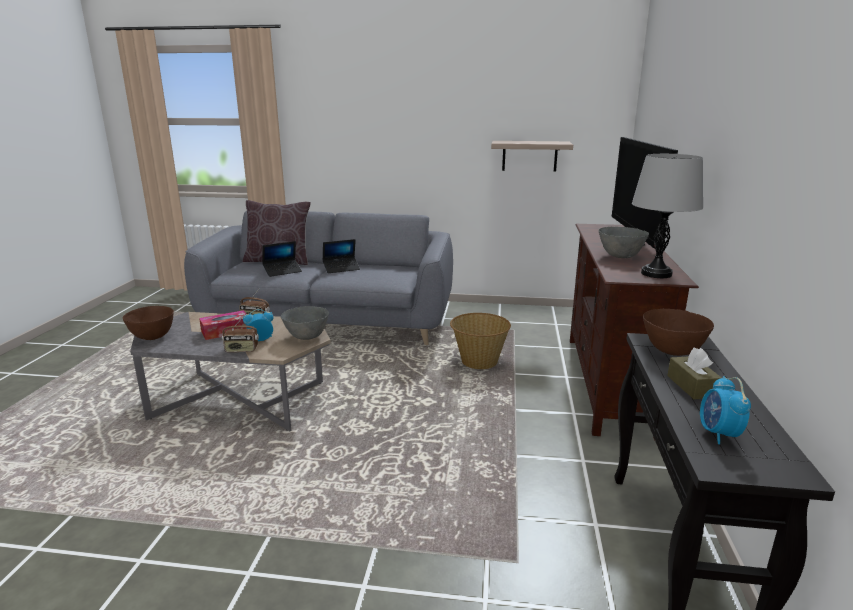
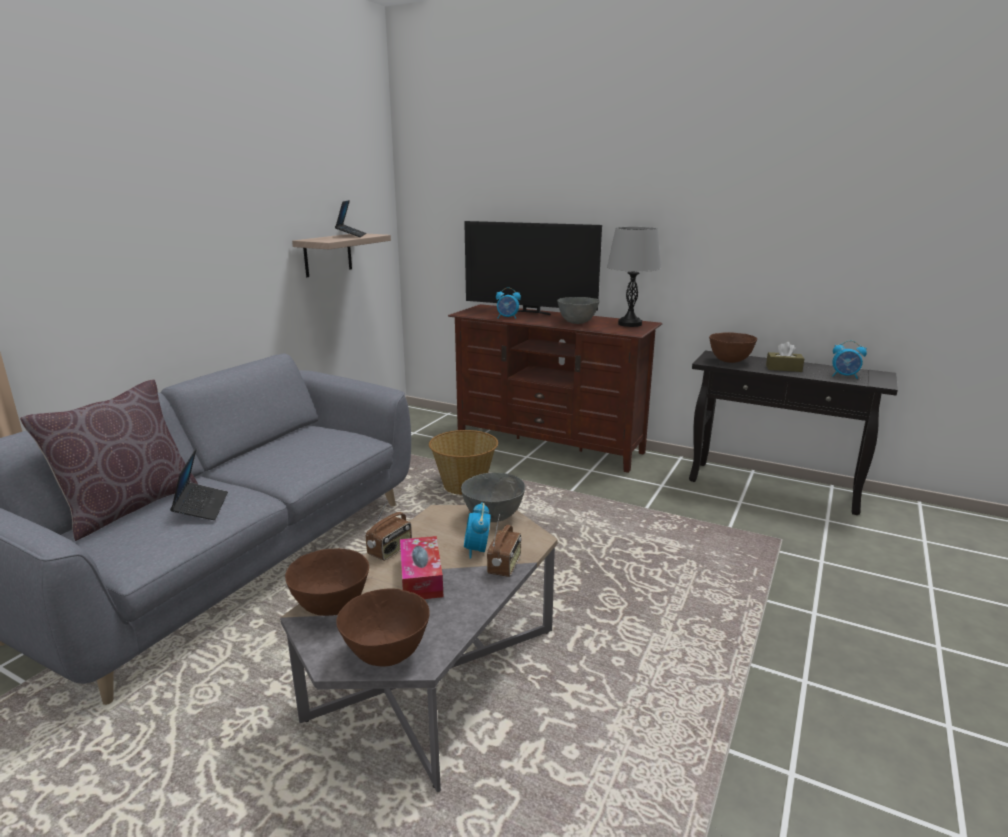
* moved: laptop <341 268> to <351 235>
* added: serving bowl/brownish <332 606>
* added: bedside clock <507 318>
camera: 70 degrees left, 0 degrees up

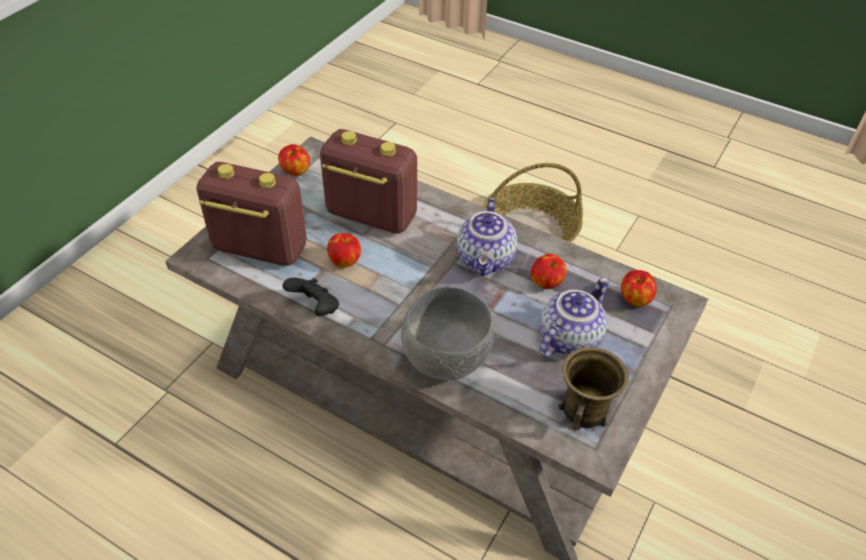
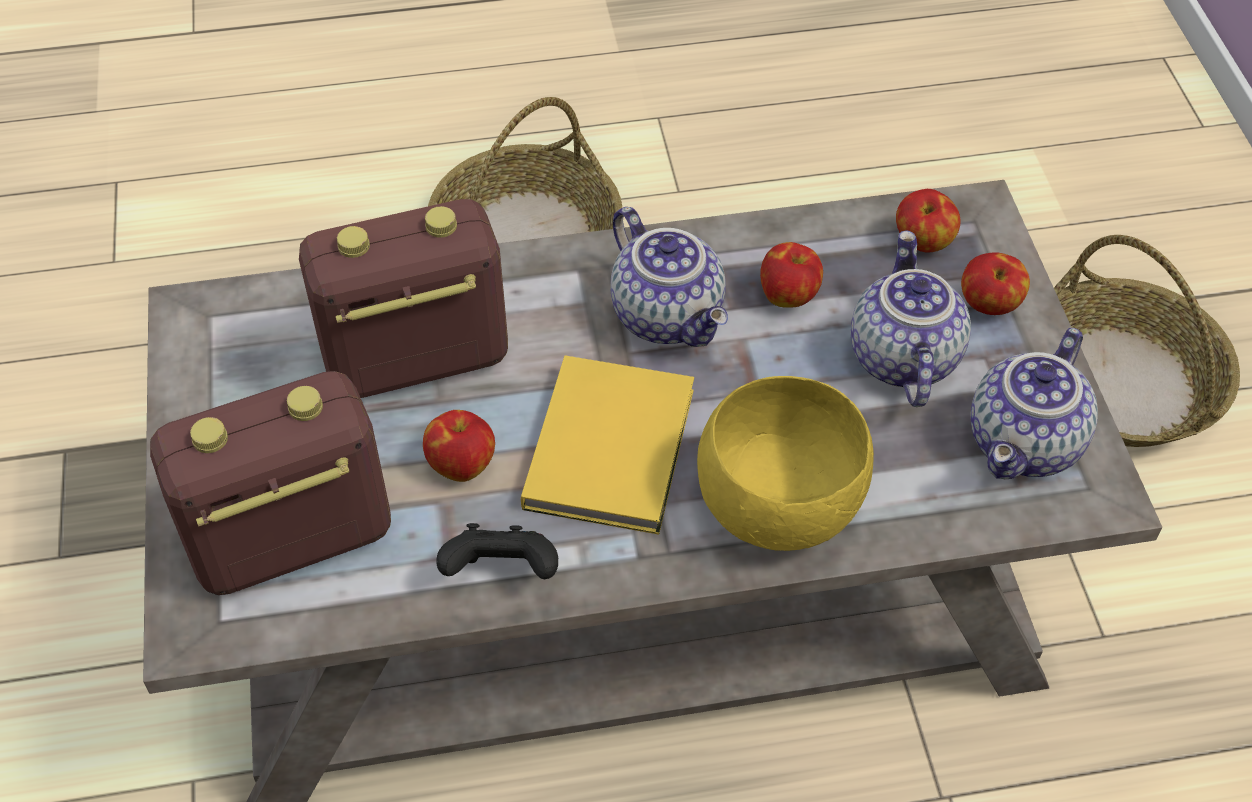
* moved: apple fruit <295 172> to <989 305>
* recoloured: serving bowl/grey <448 358> to serving bowl/yellow-coloured <780 504>
* replaced: mug/brownish <585 410> to teapot <1026 445>
* added: bound book/yellow-coloured <614 445>
* added: basket <1122 384>
camera: 40 degrees left, 5 degrees up

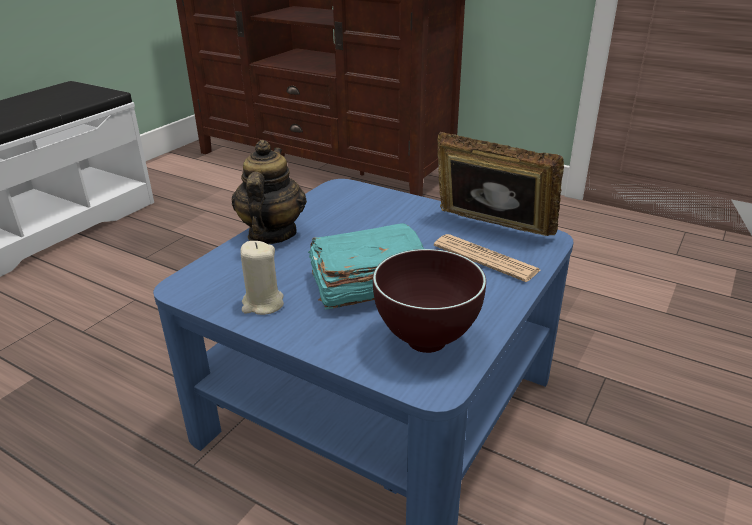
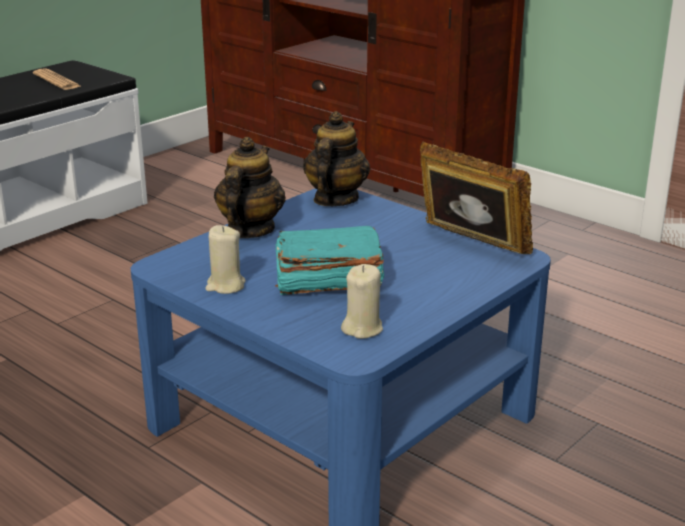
* replaced: serving bowl/brownish <428 343> to candle/beige-coloured <362 328>
* moved: printed paper <485 258> to <57 80>
* added: teapot <335 199>
camera: 10 degrees right, 5 degrees down

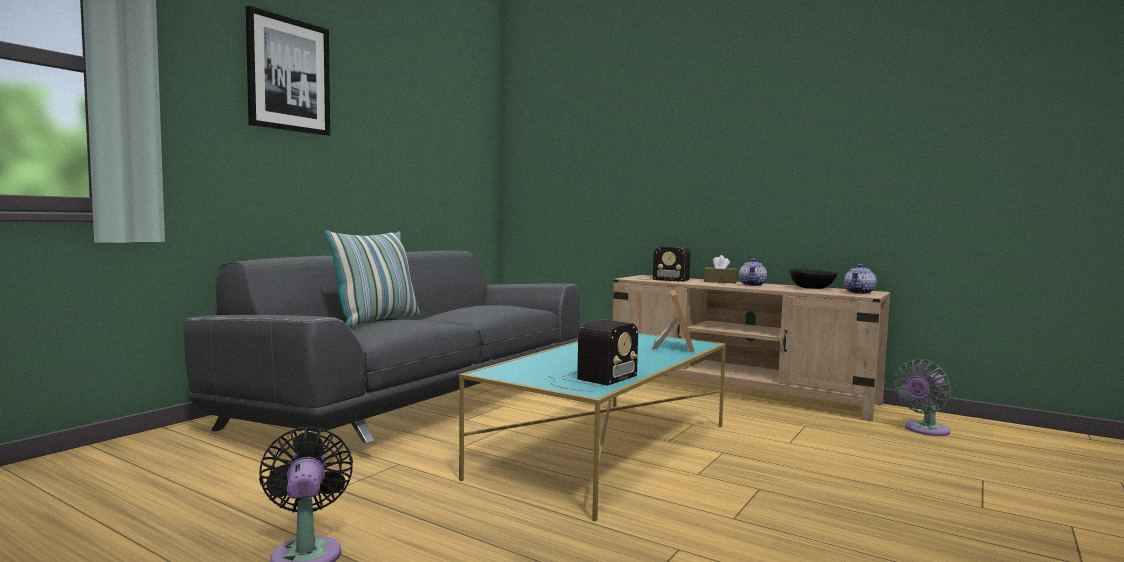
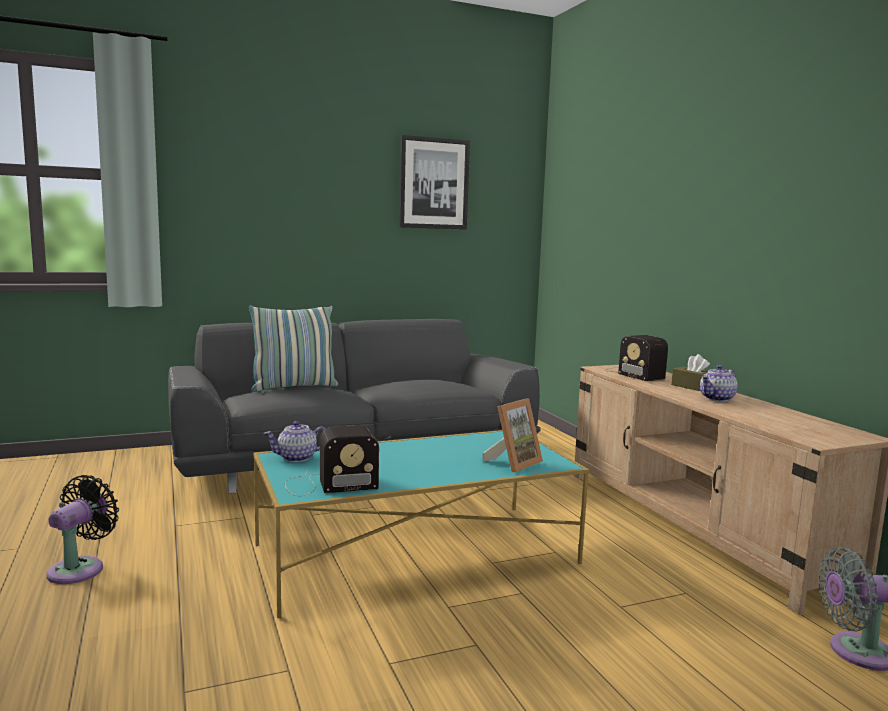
* moved: picture <288 75> to <433 183>
* removed: serving bowl/blackish <812 288>
* moved: teapot <859 292> to <296 458>
camera: 35 degrees right, 5 degrees up

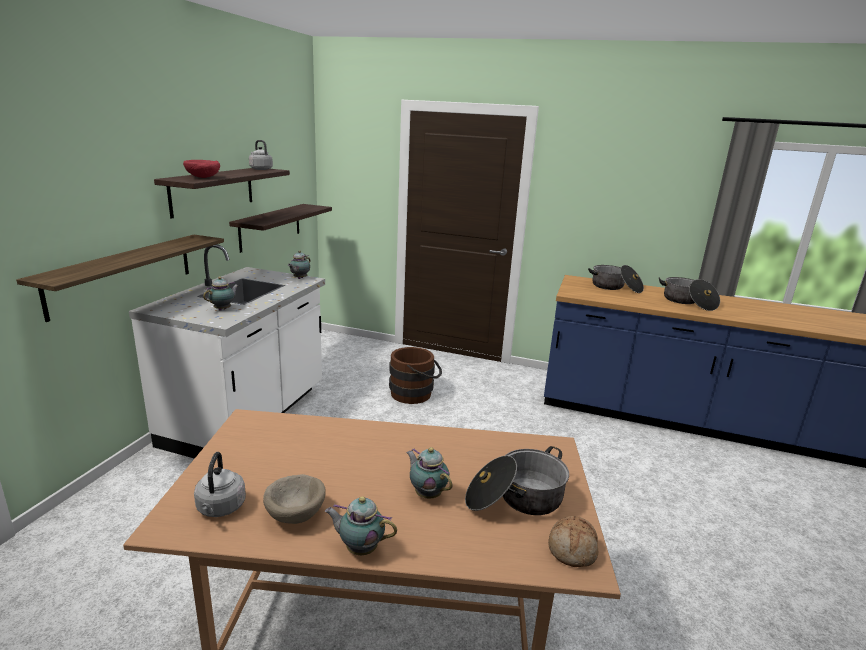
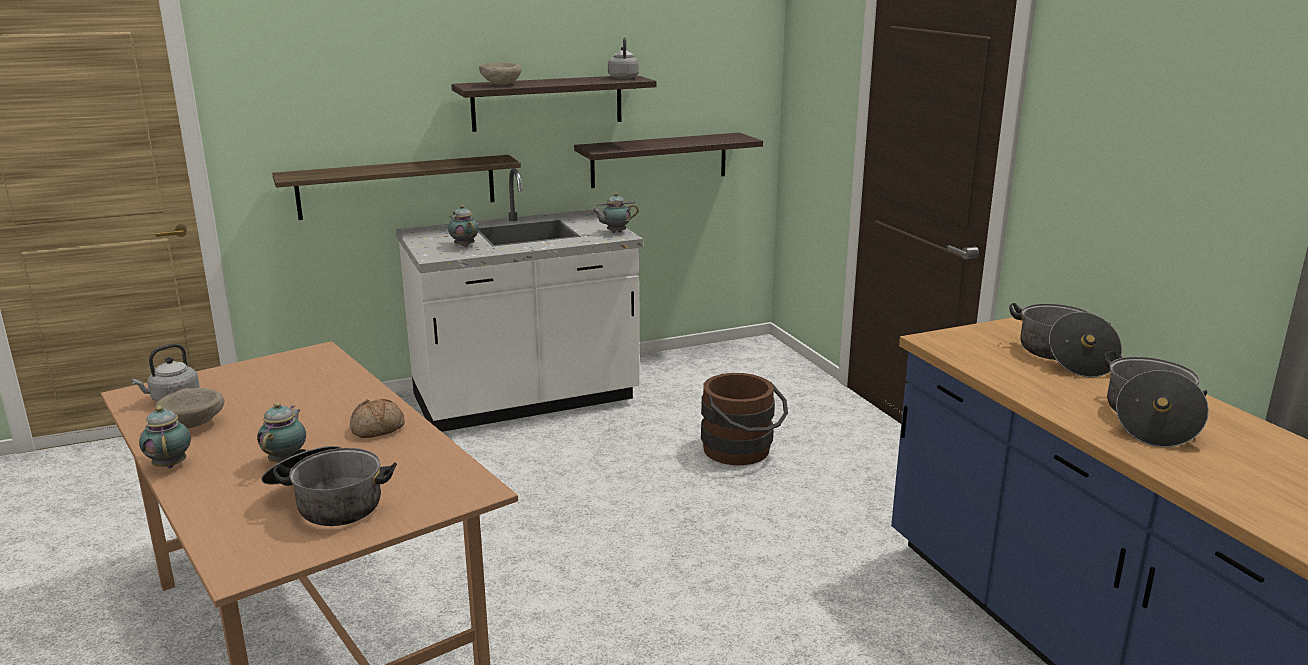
* recoloured: serving bowl/reddish <203 178> to serving bowl/beige-coloured <500 85>
* turned: teapot <224 309> = <464 246> 120 degrees counterclockwise
* moved: baked bread <573 549> to <377 429>
camera: 50 degrees right, 0 degrees up

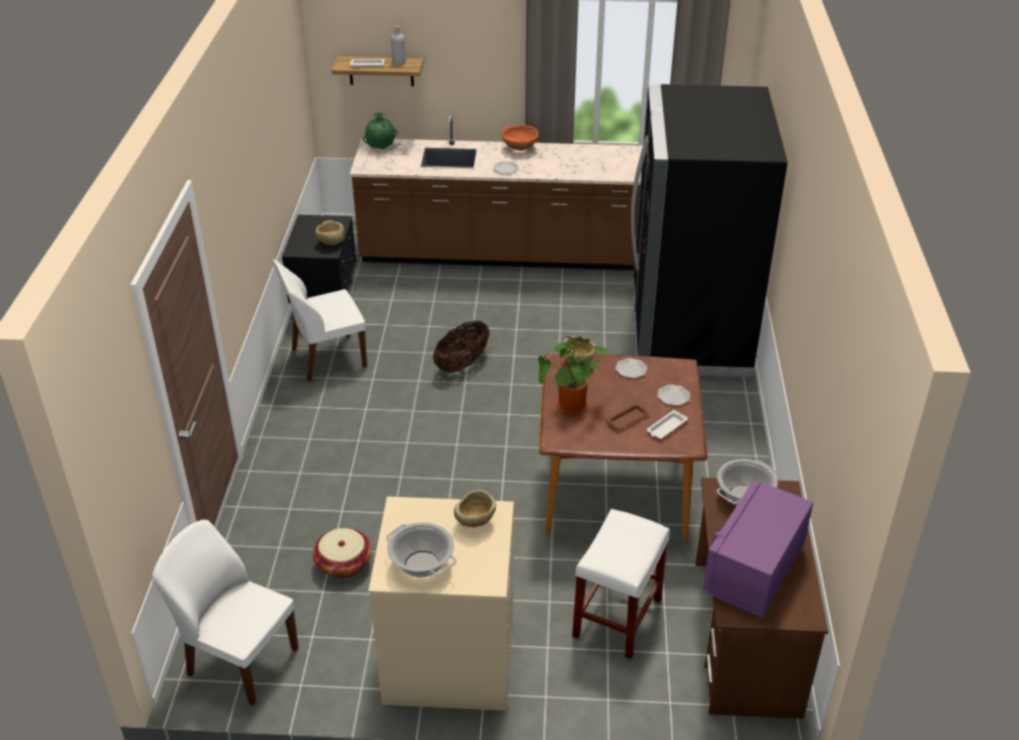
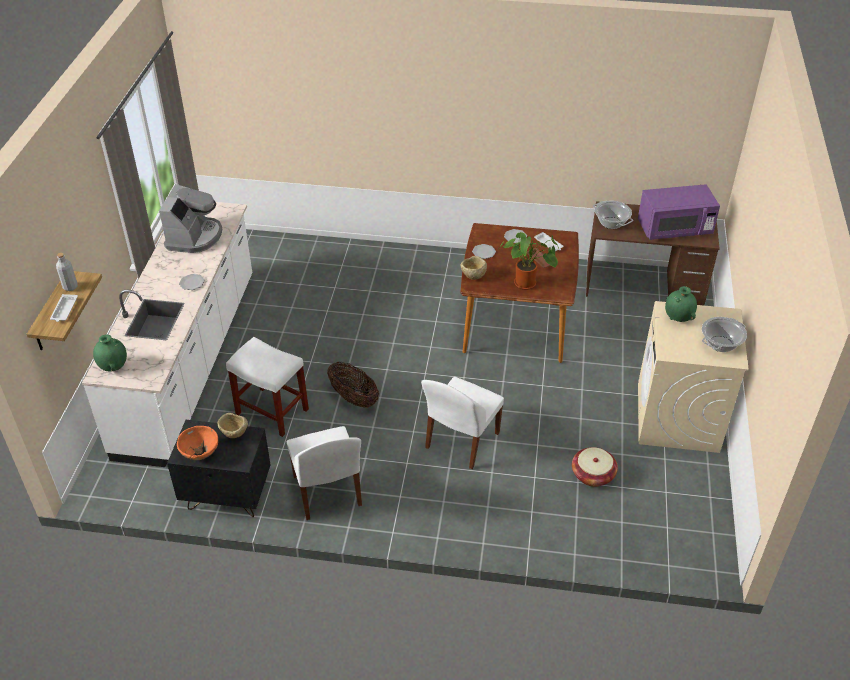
* moved: chair/white-coloured <240 660> to <461 442>
* recoloured: counter/brownish <502 255> to counter/white-coloured <189 363>
* replaced: serving bowl/beige-coloured <475 522> to decorative vase/greenish <678 318>
* moved: serving bowl/orange <519 149> to <200 453>
* moved: sitting stool/white-coloured <617 616> to <271 411>
* removed: fridge/blackish <688 331>
* turned: microwave oven/purple <753 571> = <674 229> 45 degrees counterclockwise
* added: coffee maker <194 237>
camera: 85 degrees left, 5 degrees up

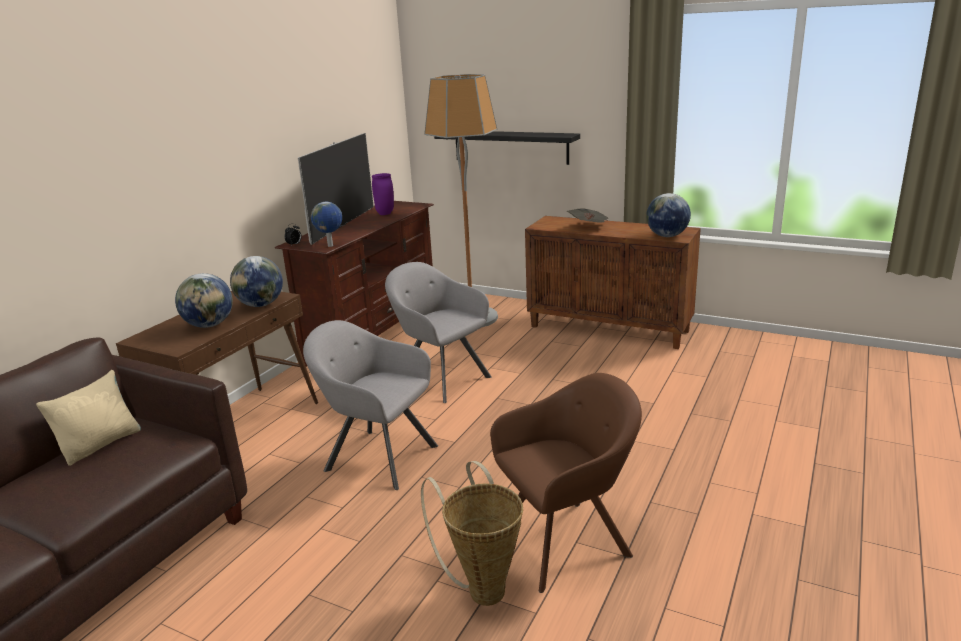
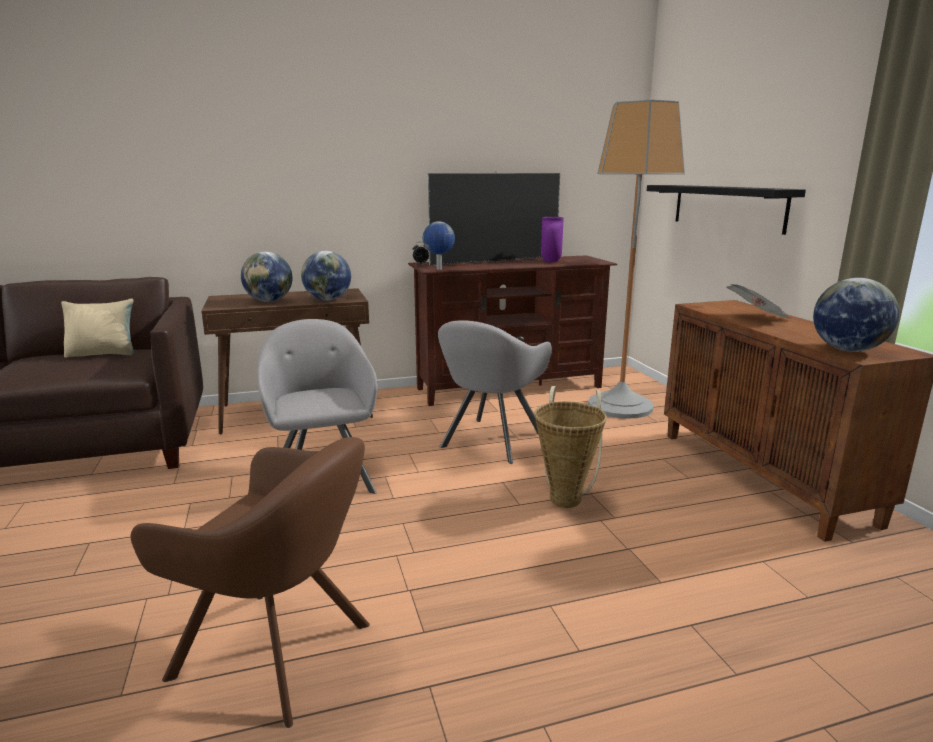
* turned: easy chair/grey <440 378> = <490 442> 150 degrees counterclockwise
* moved: basket <482 587> to <566 496>
camera: 45 degrees right, 5 degrees down

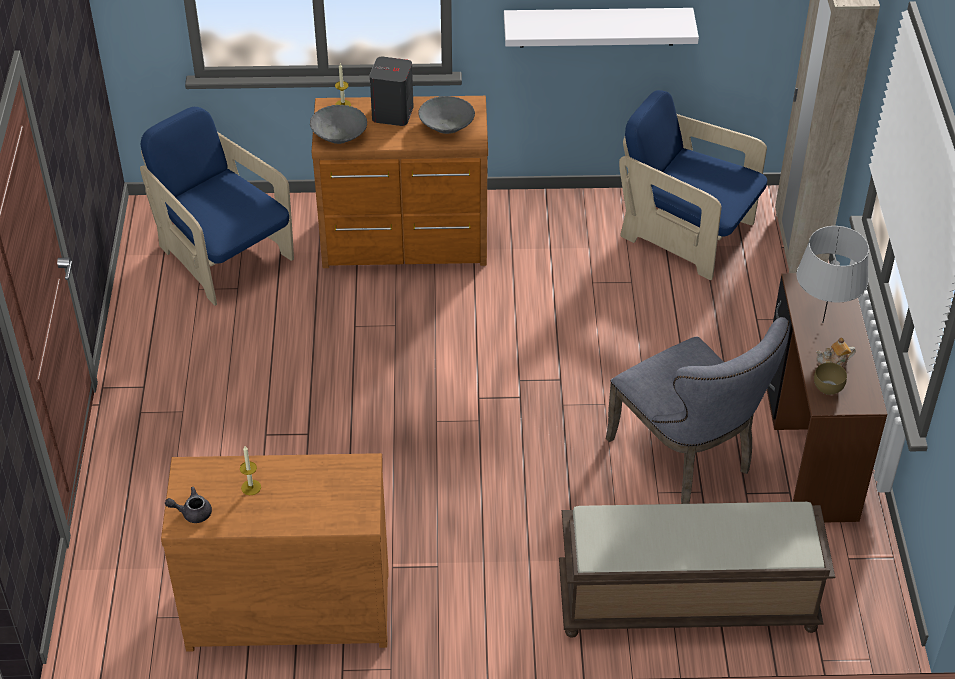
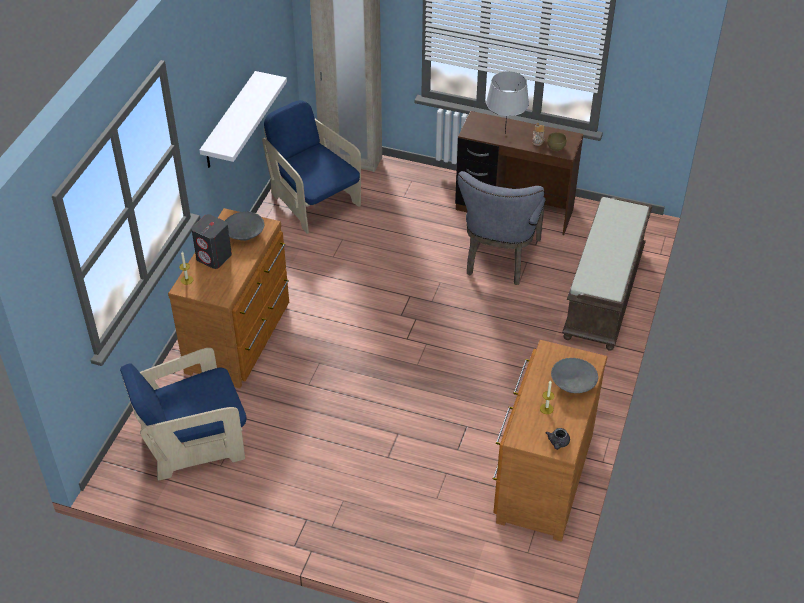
* moved: serving bowl/grey <339 135> to <573 383>
* turned: chair/grey <688 458> = <499 260> 120 degrees clockwise
* turned: easy chair/blue <687 234> = <314 202> 90 degrees clockwise
camera: 70 degrees left, 0 degrees up

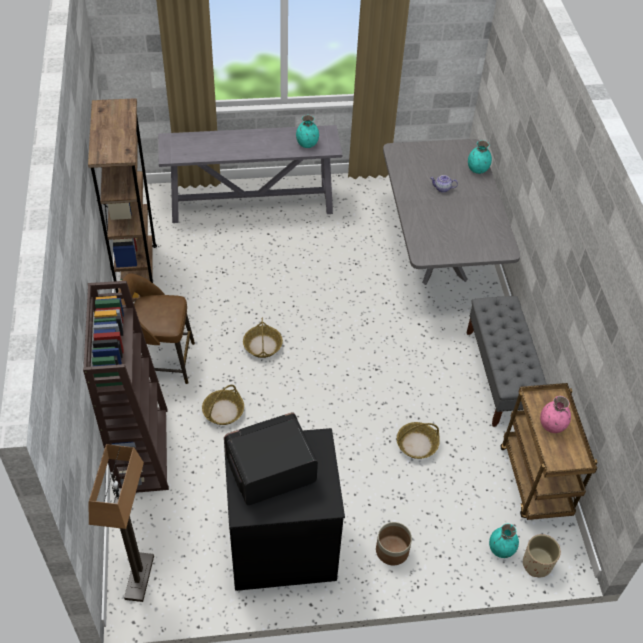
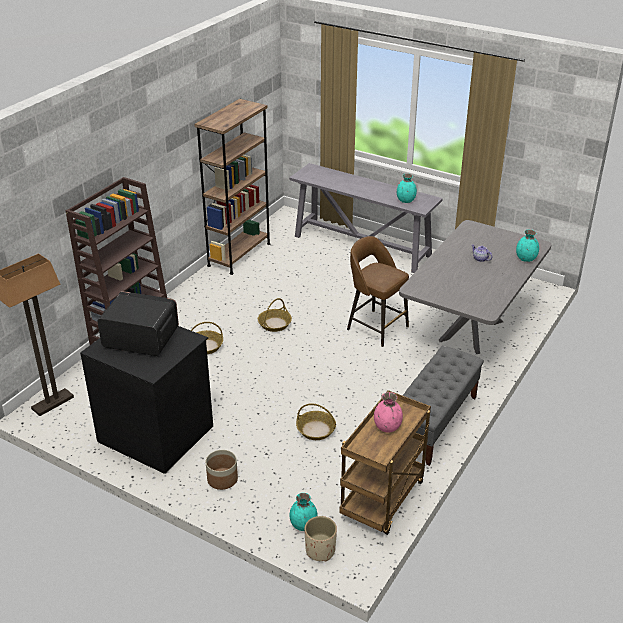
* moved: sitting stool/brownish <162 361> to <376 327>
camera: 40 degrees right, 15 degrees down

